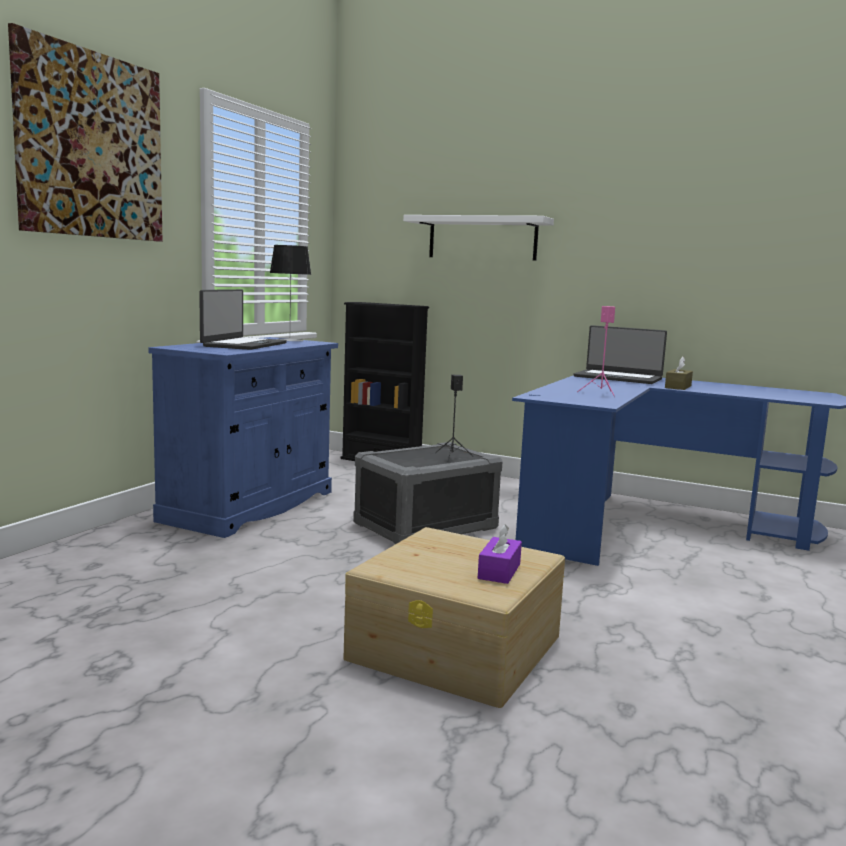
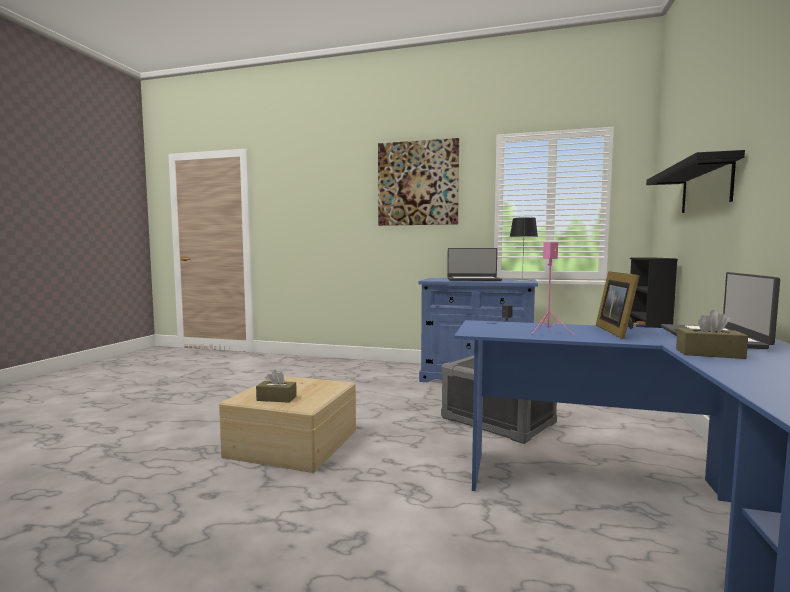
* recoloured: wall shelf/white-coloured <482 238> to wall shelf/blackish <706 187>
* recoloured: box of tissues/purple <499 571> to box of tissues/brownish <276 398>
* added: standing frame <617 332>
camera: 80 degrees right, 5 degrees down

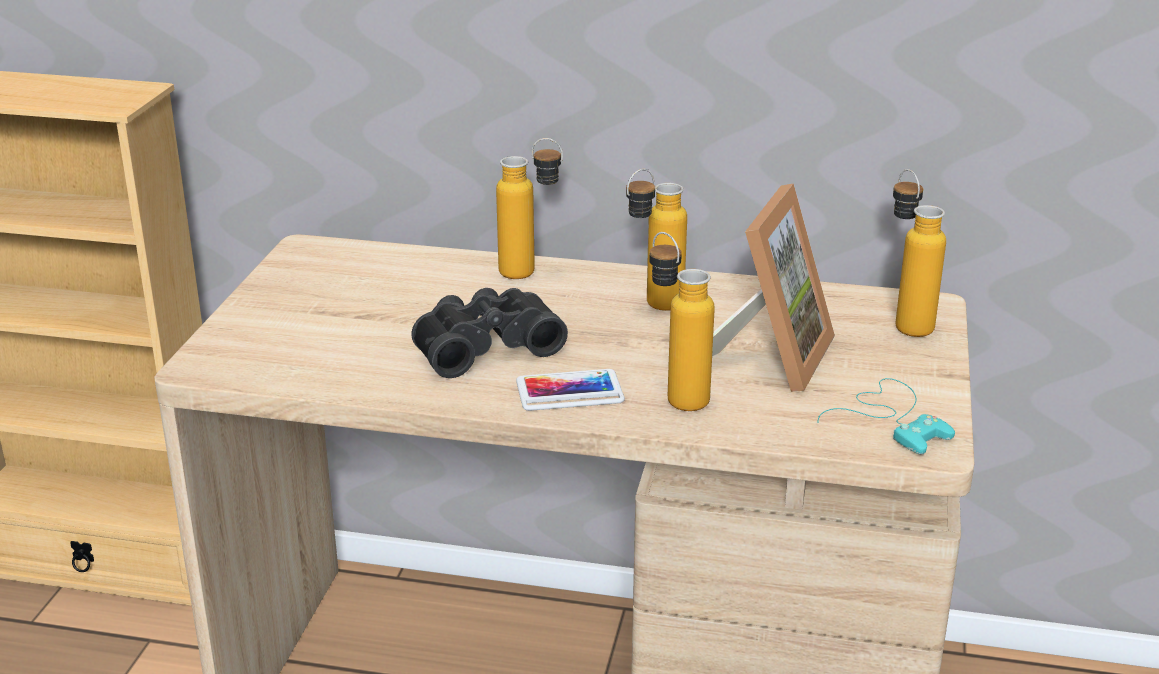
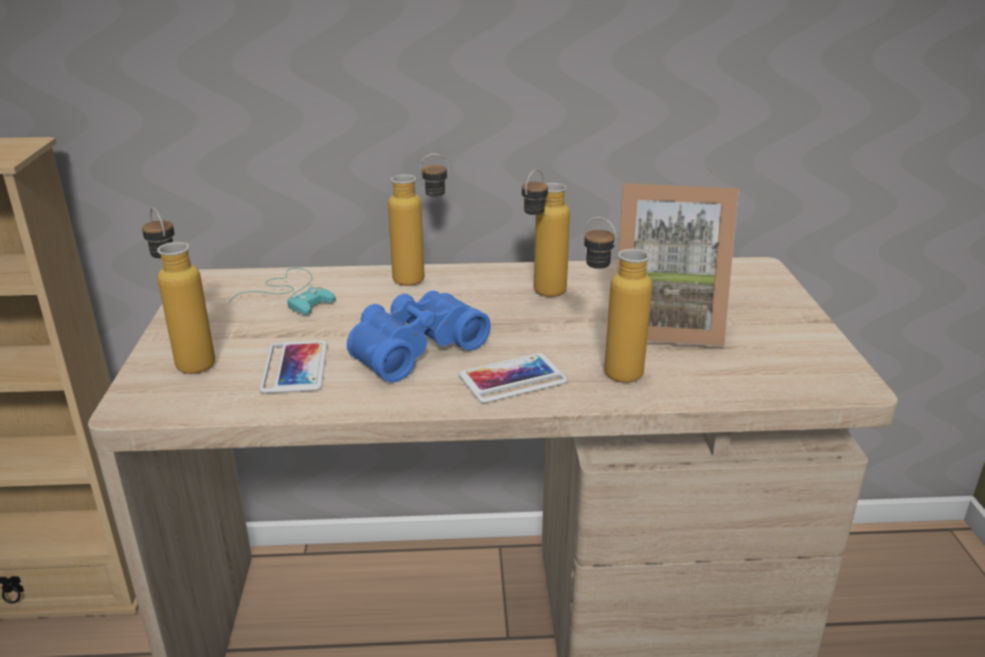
* recoloured: field glasses/blackish <484 346> to field glasses/blue <412 348>
* turned: standing frame <770 356> = <665 324> 90 degrees clockwise
* moved: joypad/turquoise-coloured <892 418> to <292 294>
* moved: drink bottle <904 322> to <189 359>
* added: phone <295 367>
camera: 15 degrees left, 0 degrees up

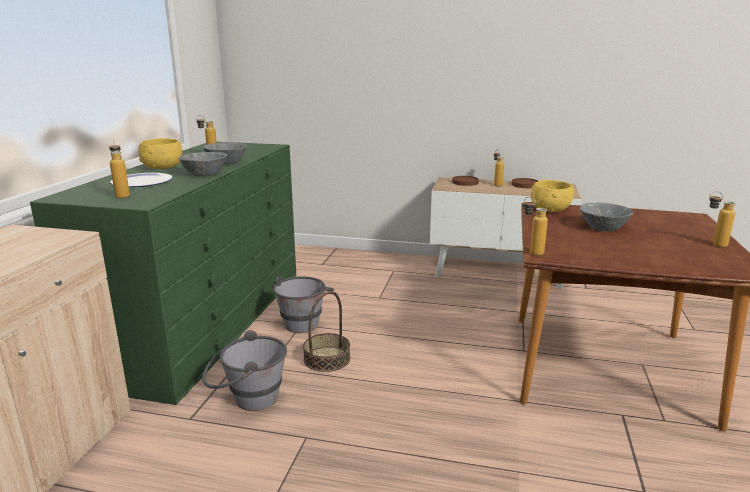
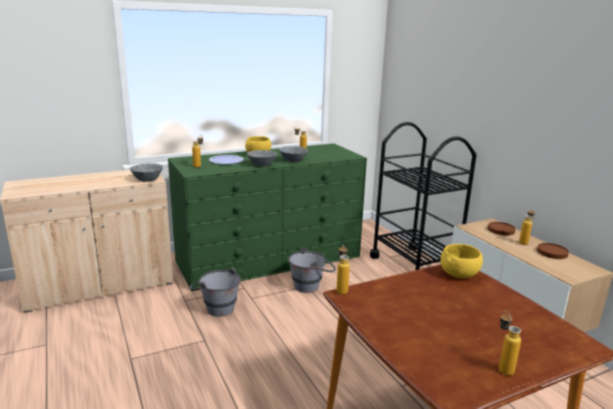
* removed: basket <326 359>
* moved: serving bowl/grey <602 227> to <147 179>
* added: trolley/blackish <414 266>
camera: 50 degrees right, 0 degrees up

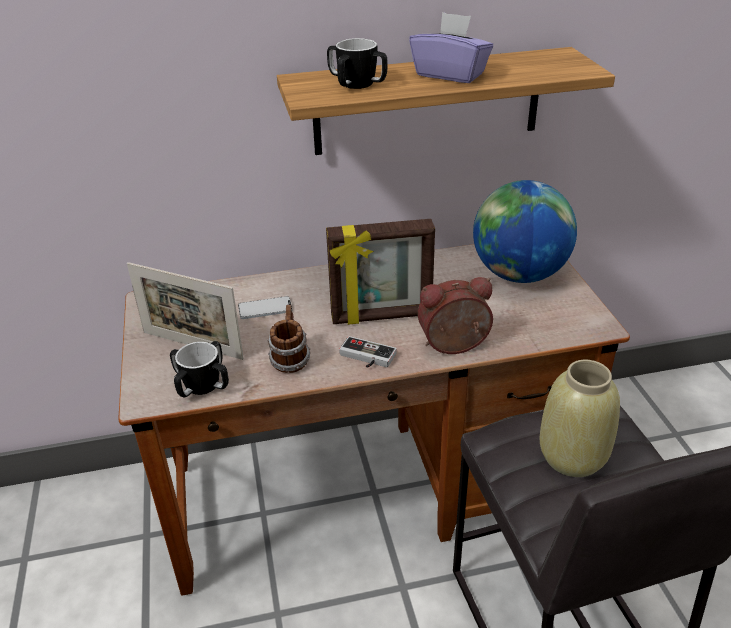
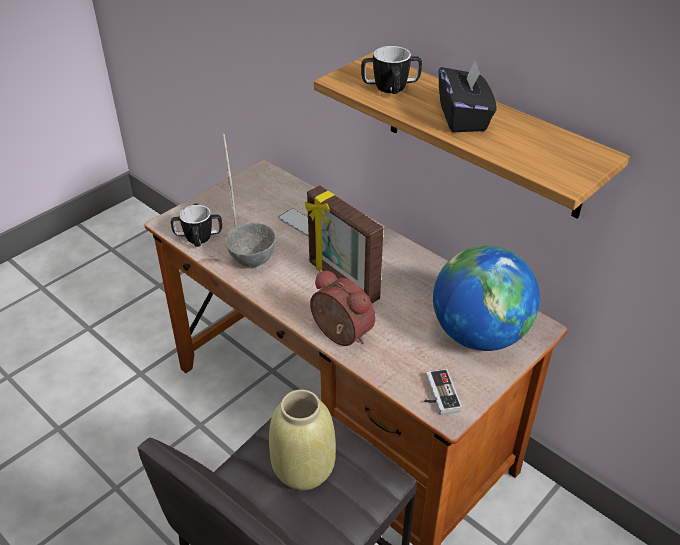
* replaced: mug <290 360> to serving bowl/grey <253 261>
* moved: joypad <365 358> to <437 394>
* recoloured: box of tissues/purple <450 74> to box of tissues/blackish <463 118>
camera: 55 degrees right, 5 degrees up

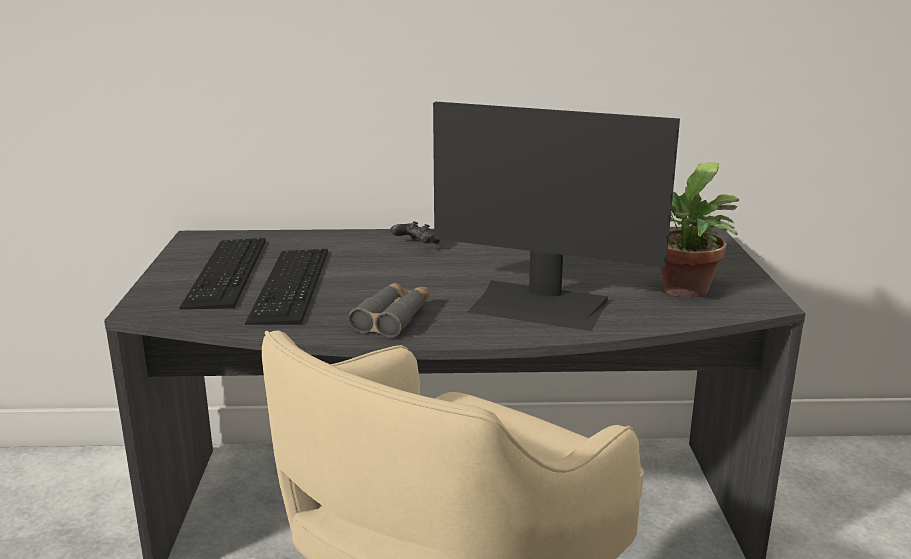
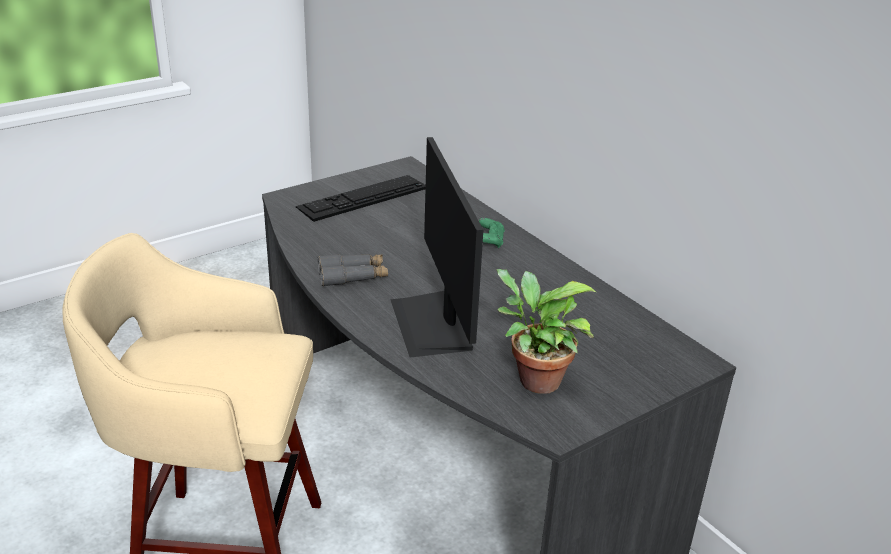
* removed: computer keyboard <290 285>
* recoloured: joypad/blackish <417 245> to joypad/greenish <490 241>
camera: 55 degrees right, 10 degrees up

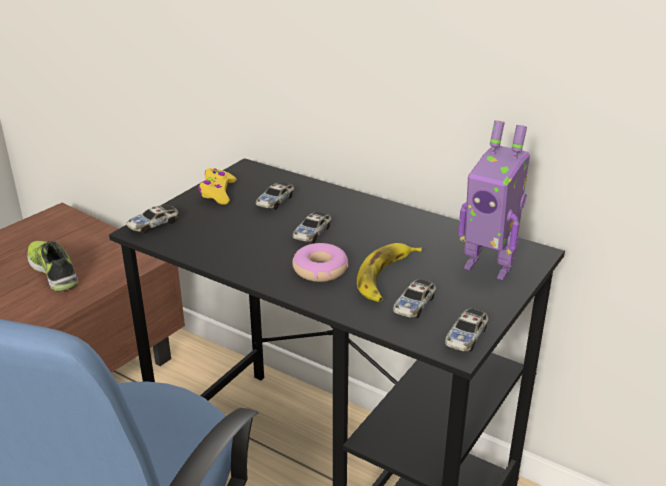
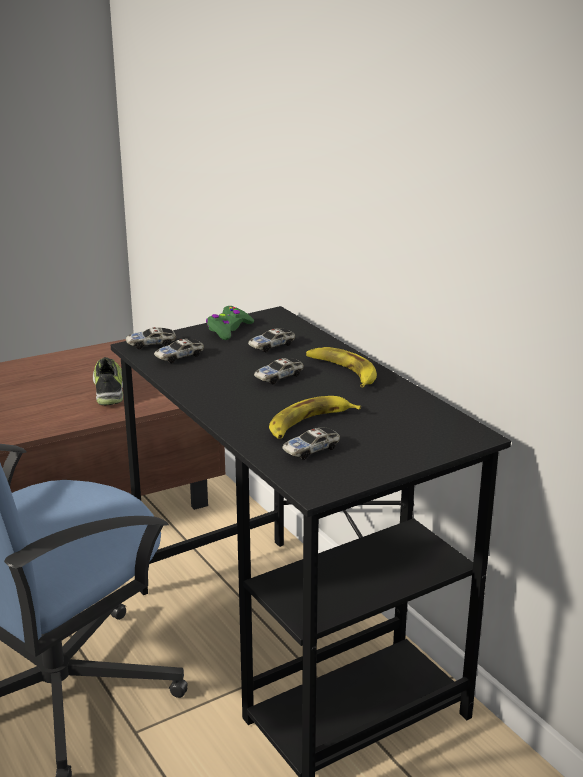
* recoloured: joypad/yellow-coloured <217 192> to joypad/greenish <228 329>
* removed: ring doughnut <320 270>
* moved: miniature car <466 337> to <179 357>
* removed: robot figure <489 266>
* added: whole banana <342 372>
camera: 25 degrees right, 5 degrees down

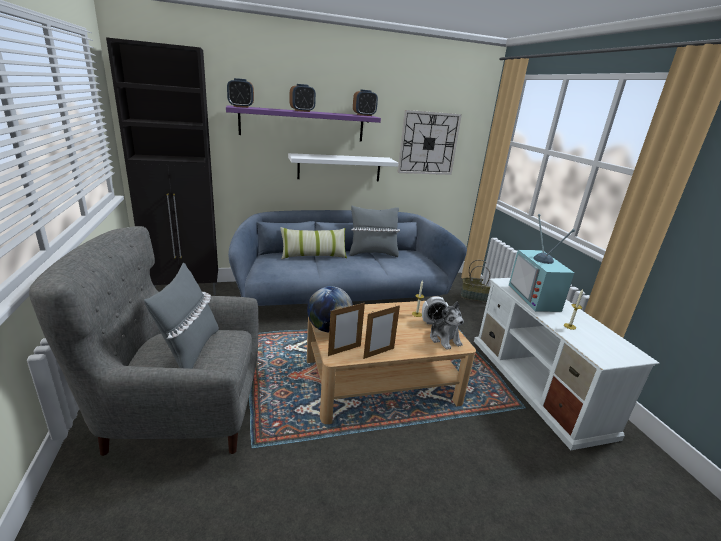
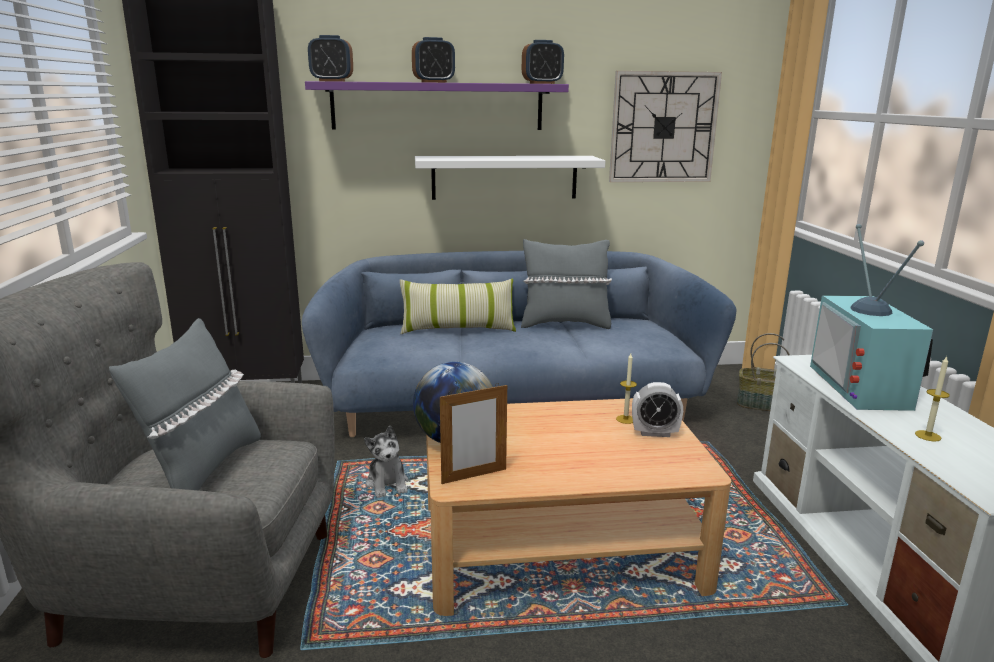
* removed: standing frame <379 353>
* moved: cuddly toy <444 339> to <387 483>
camera: 10 degrees right, 5 degrees down

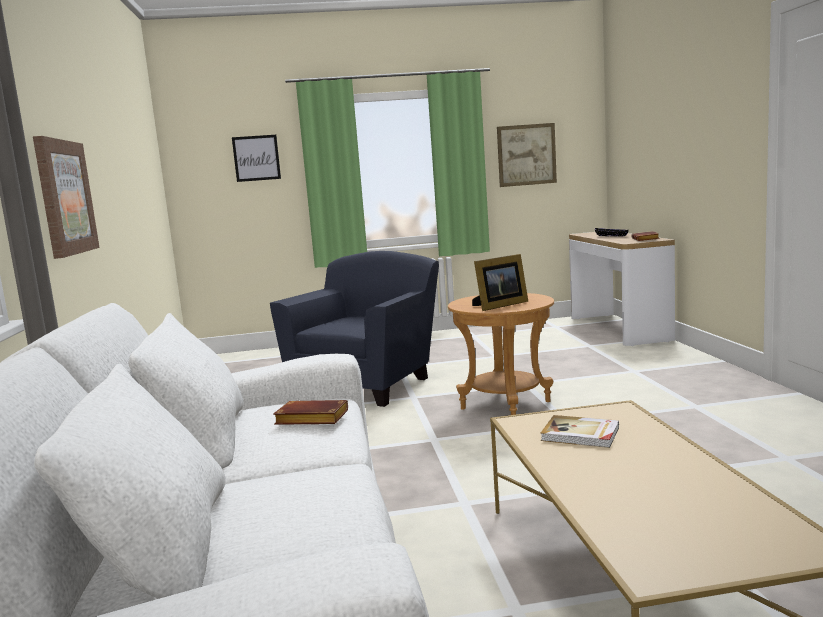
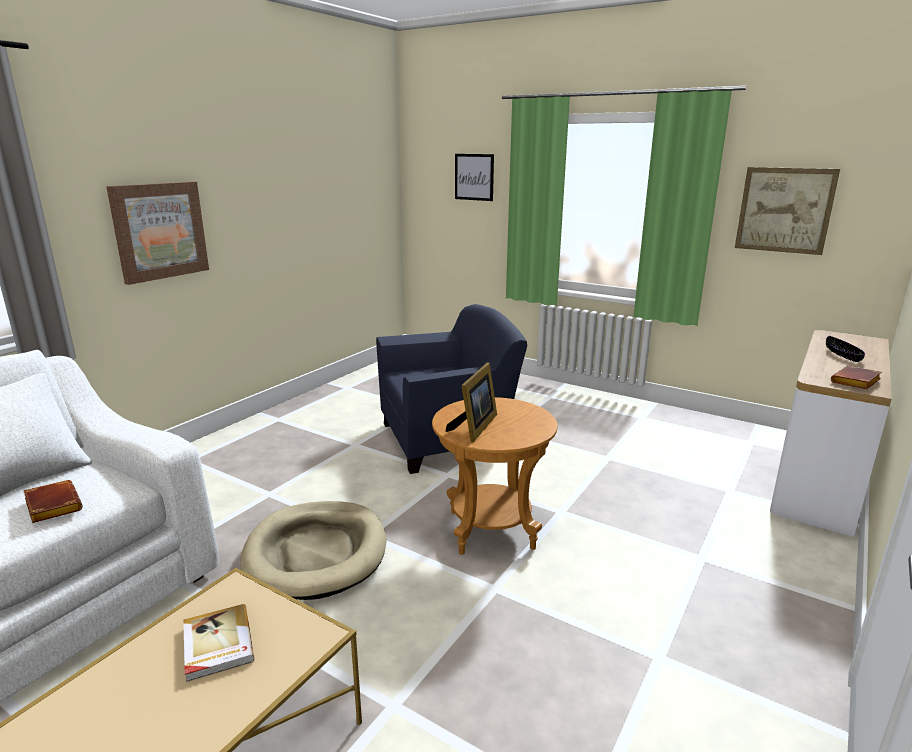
* turned: standing frame <499 305> = <475 427> 75 degrees counterclockwise
* added: dog cushion/beige-coloured <316 553>
camera: 40 degrees right, 10 degrees up

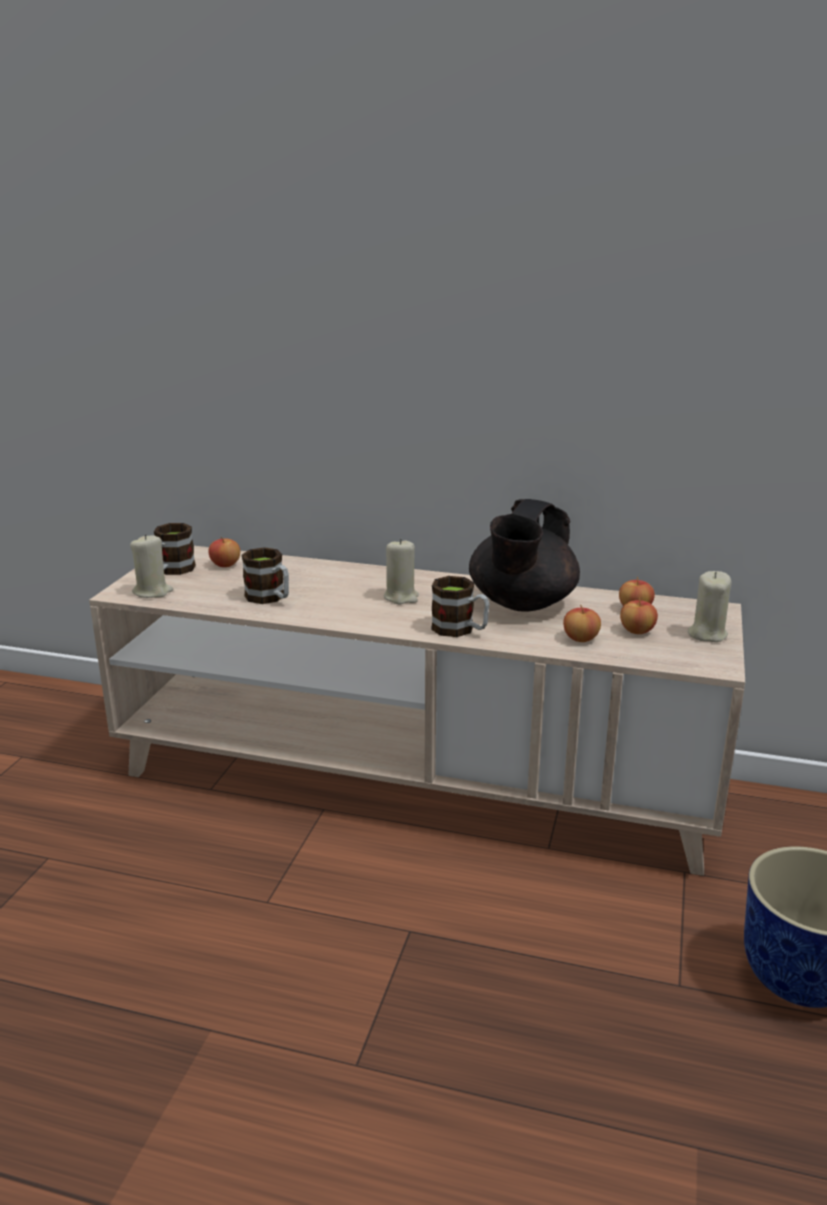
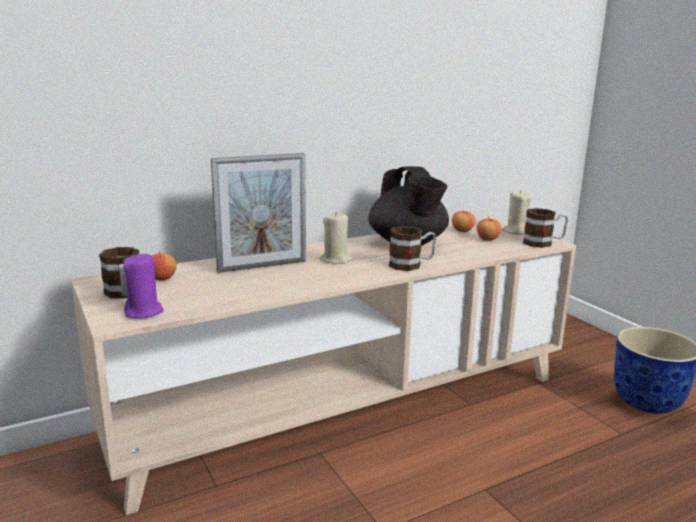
* recoloured: candle/beige-coloured <153 592> to candle/purple <144 312>
* moved: mug <270 598> to <543 243>
* removed: apple fruit <580 638>
* added: standing frame <262 266>
camera: 45 degrees left, 5 degrees down

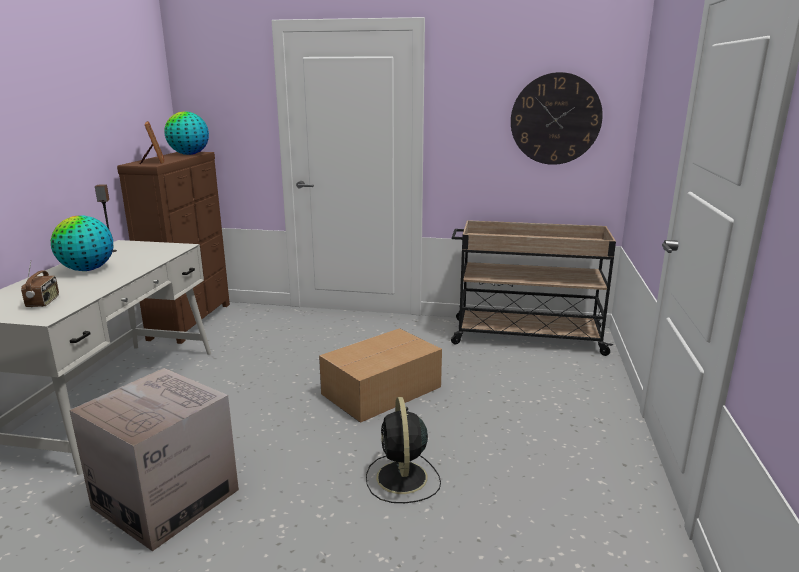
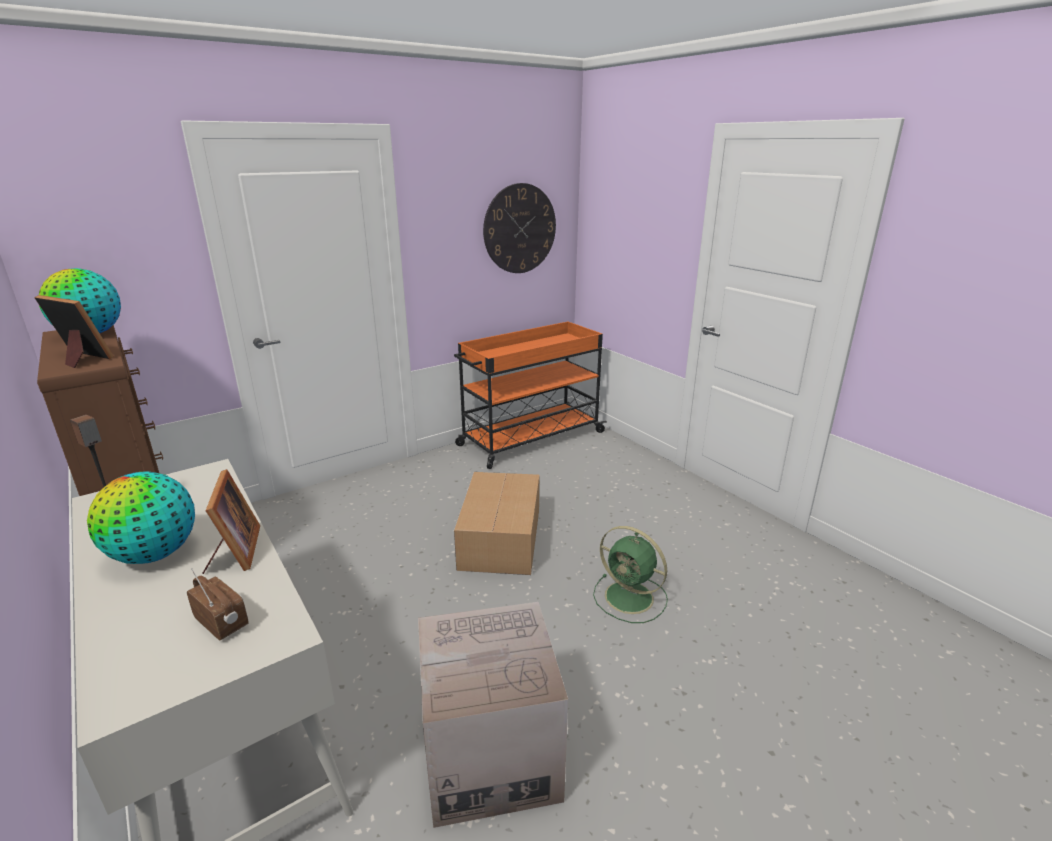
* recoloured: fan/blackish <402 479> to fan/greenish <631 598>
* recoloured: trolley/beige-coloured <525 336> to trolley/orange <530 439>
* added: standing frame <235 552>
camera: 45 degrees left, 5 degrees up

